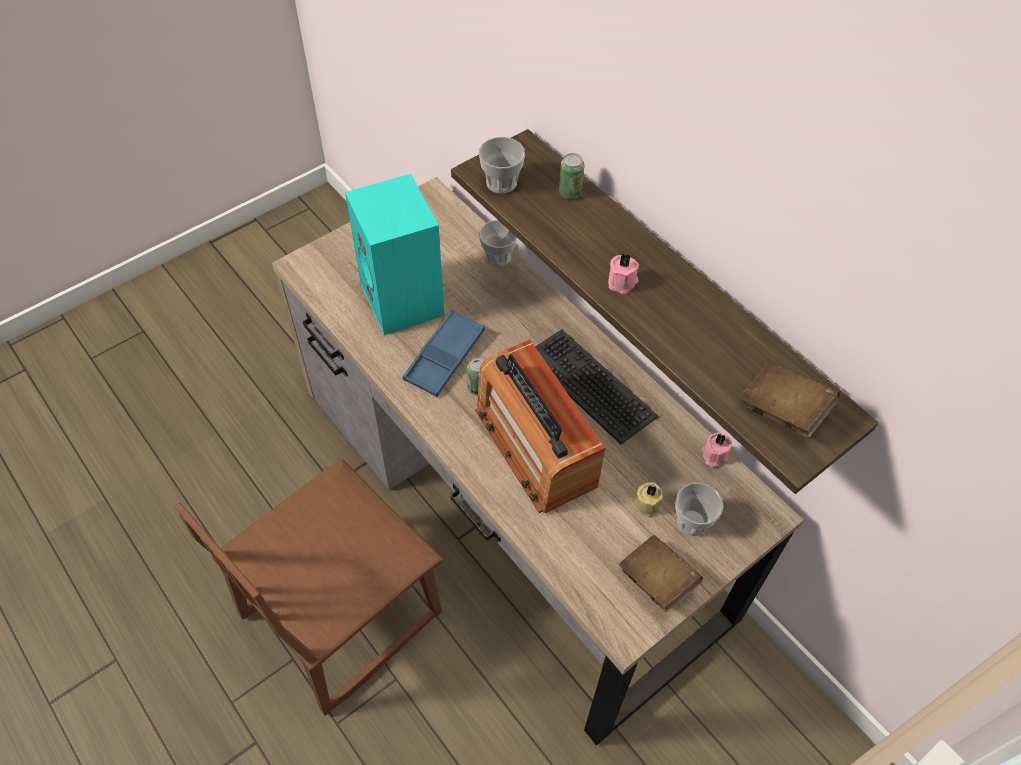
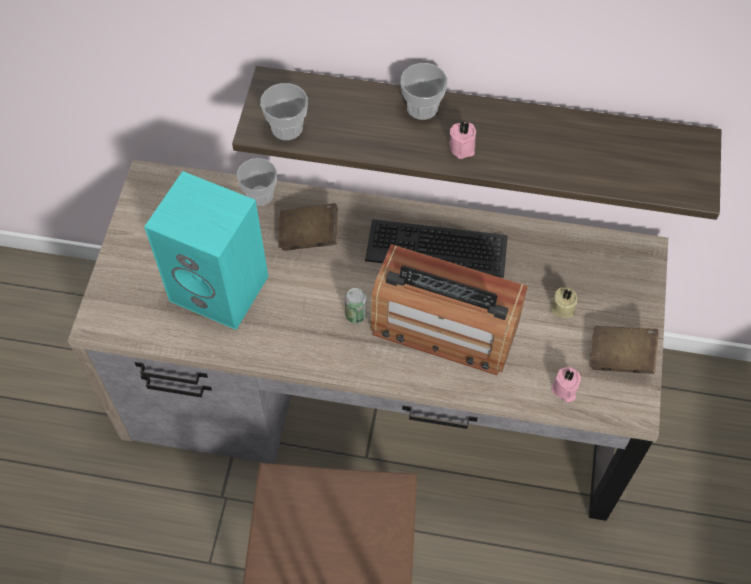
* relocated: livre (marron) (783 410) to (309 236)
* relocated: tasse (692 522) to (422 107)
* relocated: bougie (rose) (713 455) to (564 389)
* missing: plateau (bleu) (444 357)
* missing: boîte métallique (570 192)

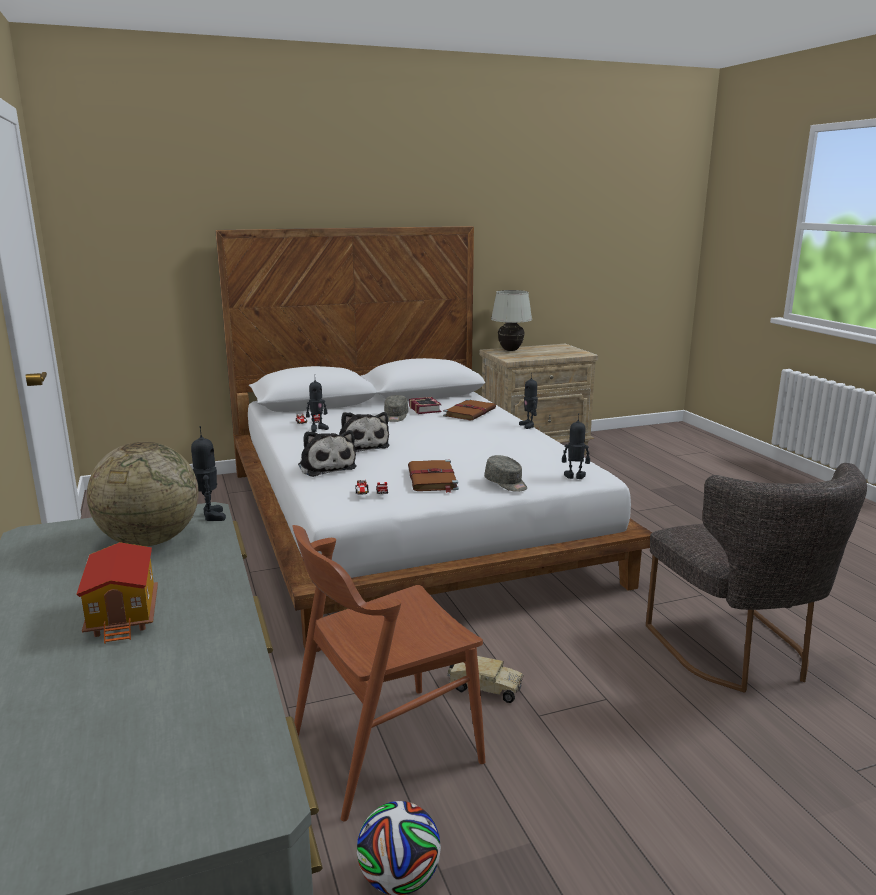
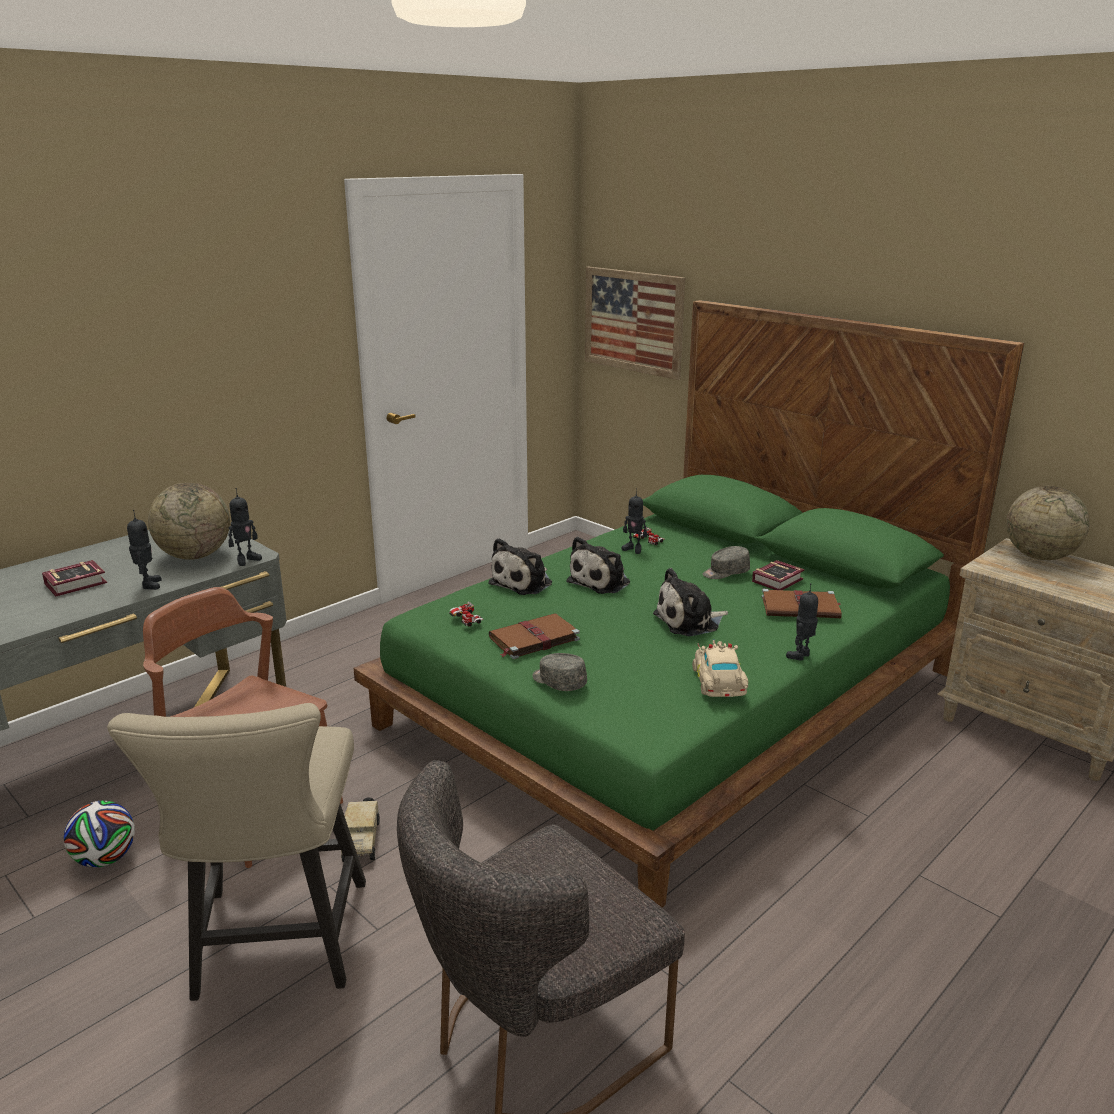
* exchanged: maison miniature (125 616) to livre (78 583)
* appeared: chaise (beige) (277 949)
* relocated: robot jouet (574 477) to (148 585)
* colour: lit (blanc) (409 522) to lit (vert) (675 699)
* spun: casquette (gris) (506 483) = (558 682) 105 degrees clockwise
* appeared: tableau (633 321)
* appeared: peluche (690 621)
* appeared: petite voiture (beige) (718 683)
* exchanged: lampe de table (blanc) (510 350) to globe (1039 557)

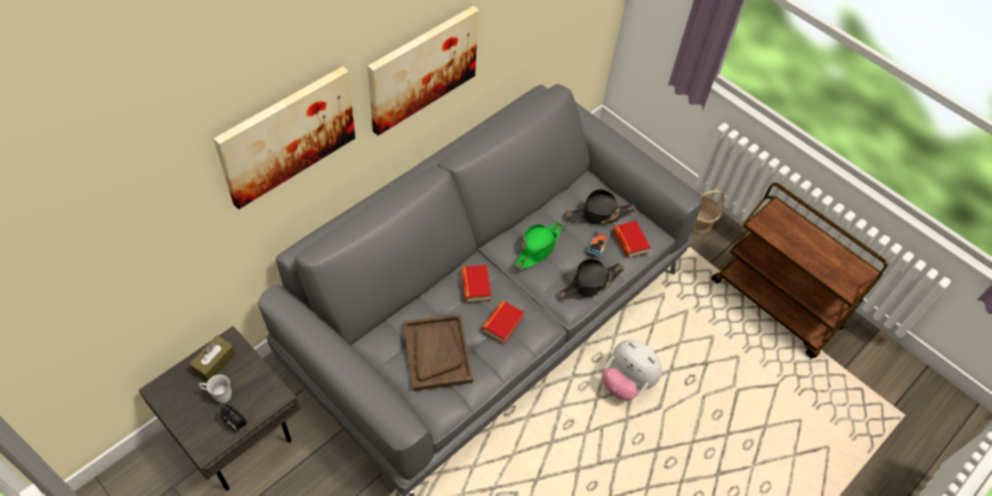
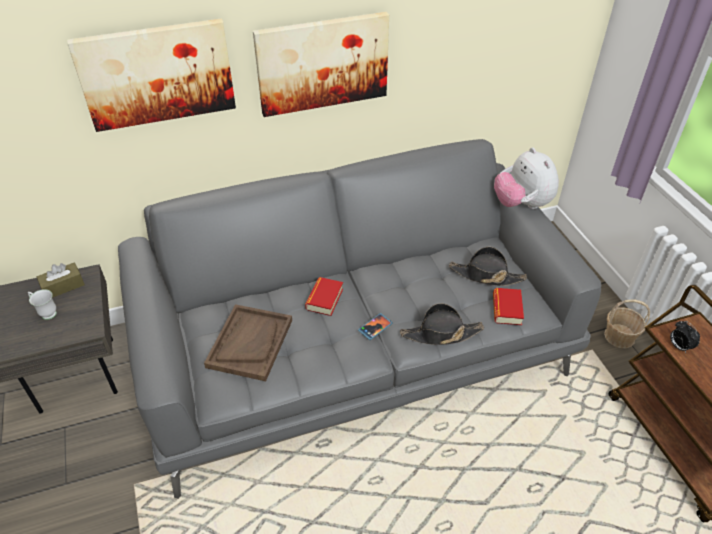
* relocated: téléphone (597 244) to (375 327)
* relocated: peluche (626 382) to (521 204)
* relocated: réveil (236 424) to (678 346)
* missing: livre (502 324)
* missing: chapeau (vert) (538 248)

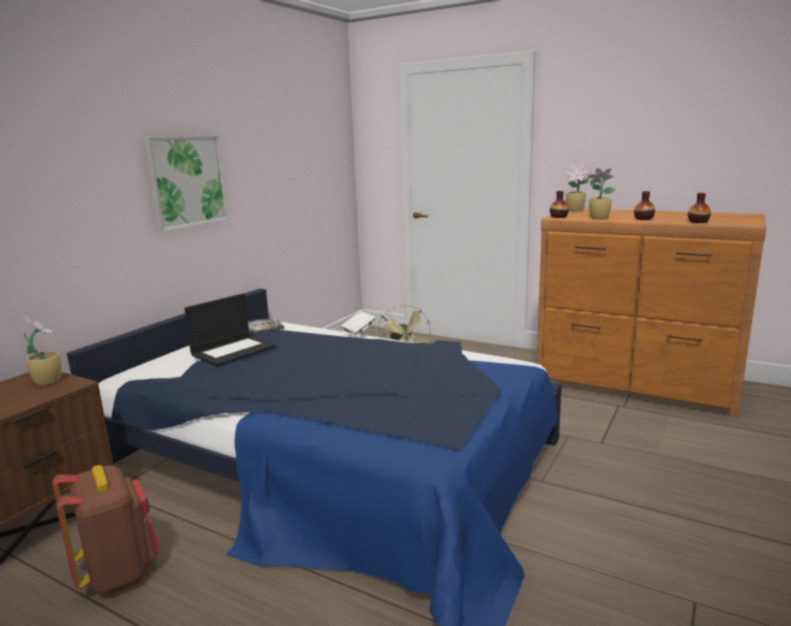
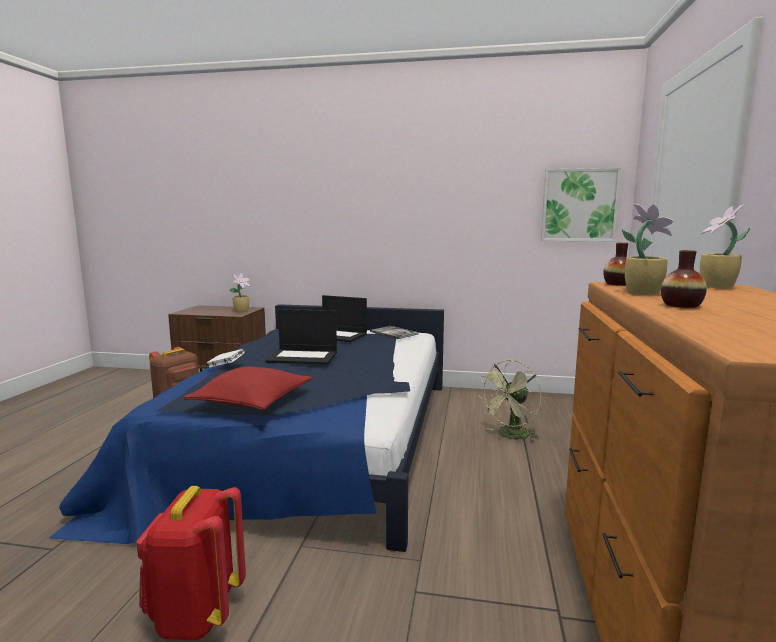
* appeared: sac à dos (rouge) (196 615)
* appeared: coussin (rouge) (252 401)
* relocated: livre (blanc) (358 331) to (226 366)
* appeared: ordinateur portable (303 357)
* relocated: tableau (187 181) to (579 205)
* missing: vase (698 222)

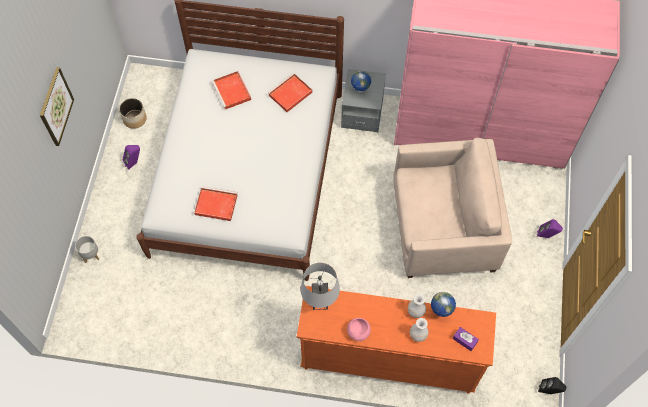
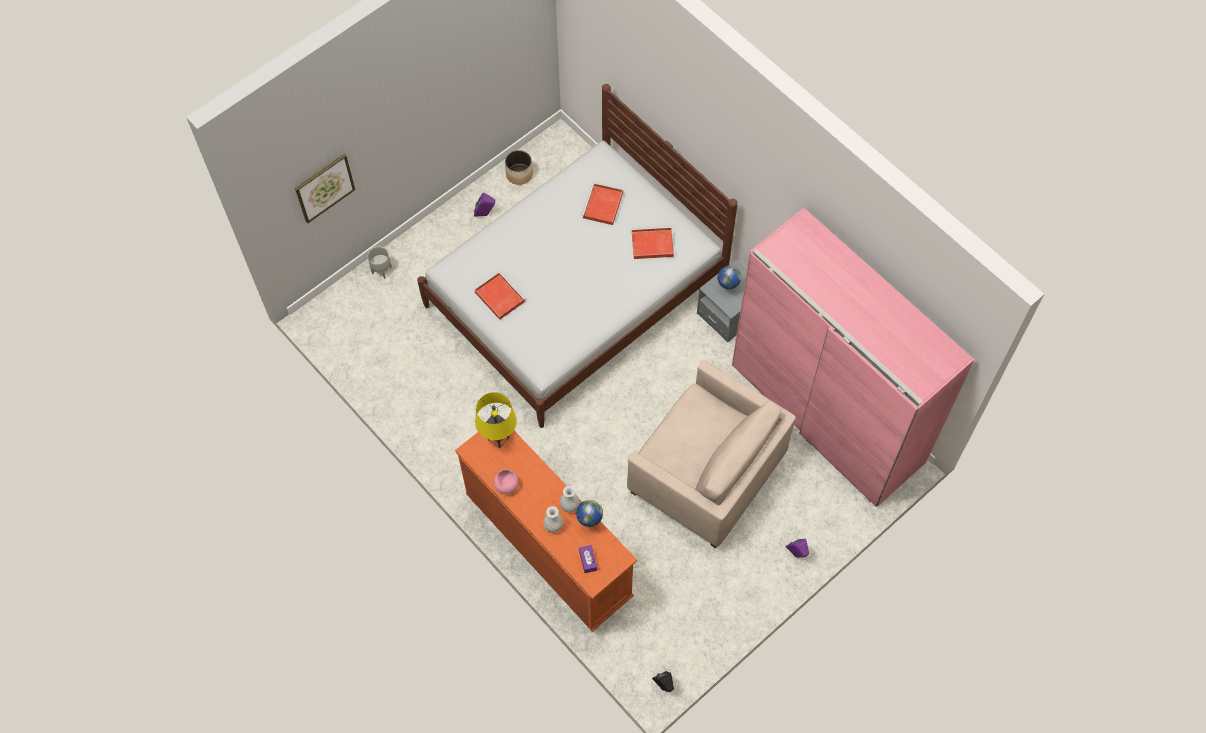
* relocated: tableau (56 106) to (324 187)
* colour: lampe de table (gris) (320 303) to lampe de table (jaune) (498 438)

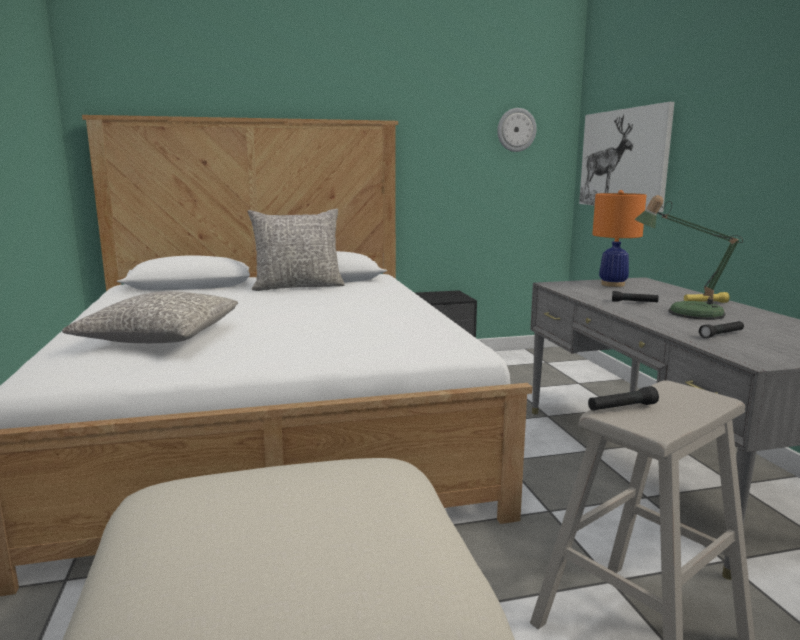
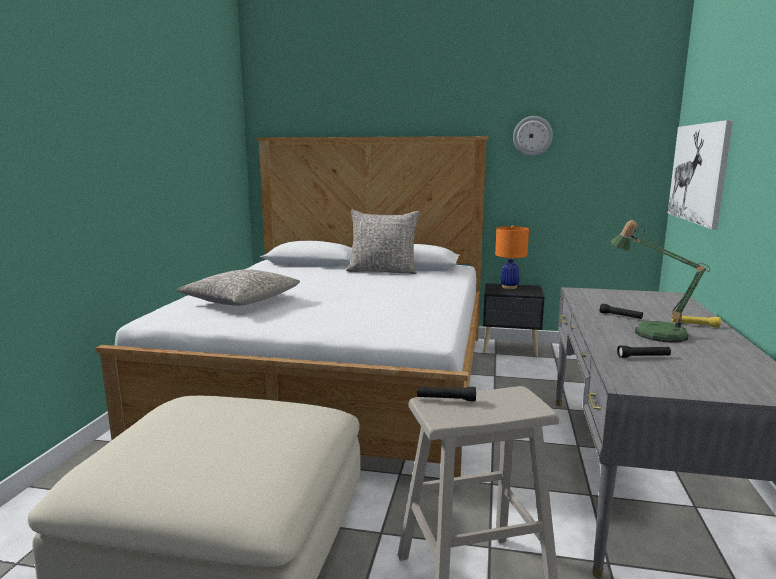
* relocated: lampe de table (orange) (612 284) to (509 287)
* relocated: horloge murale (516 130) to (532 136)

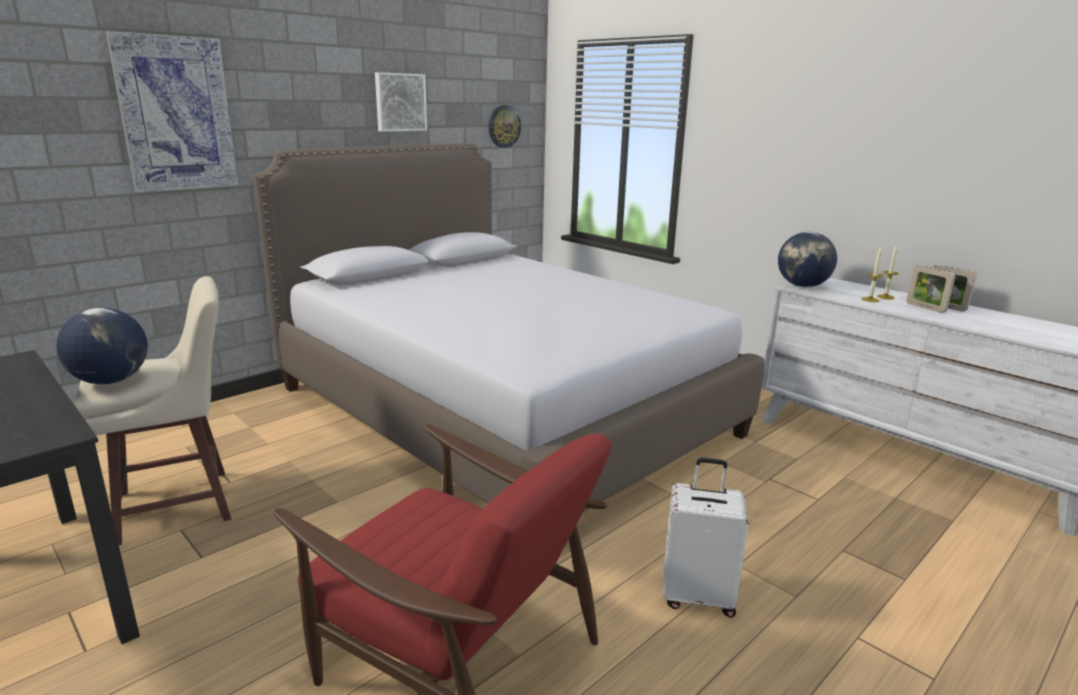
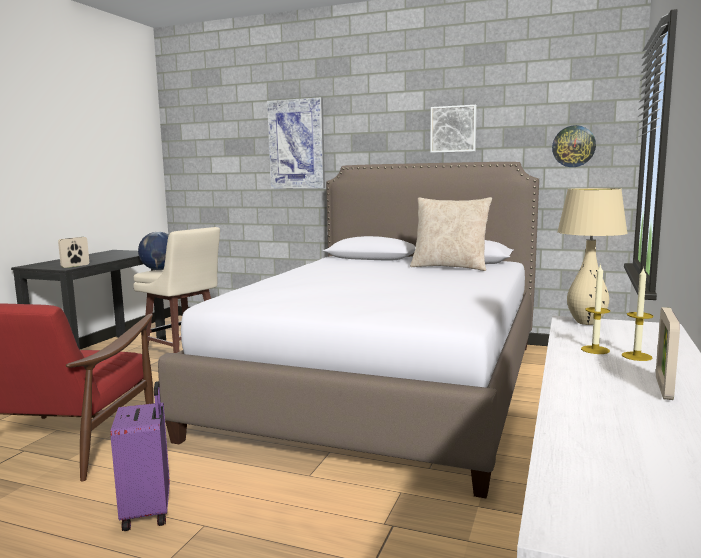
* relocated: cadre photo (925 308) to (75 266)
* colour: valise (blanc) (698 596) to valise (violet) (148 511)
* appeared: coussin (beige) (450 267)
* exchanged: globe (803 286) to lampe de table (beige) (586 322)

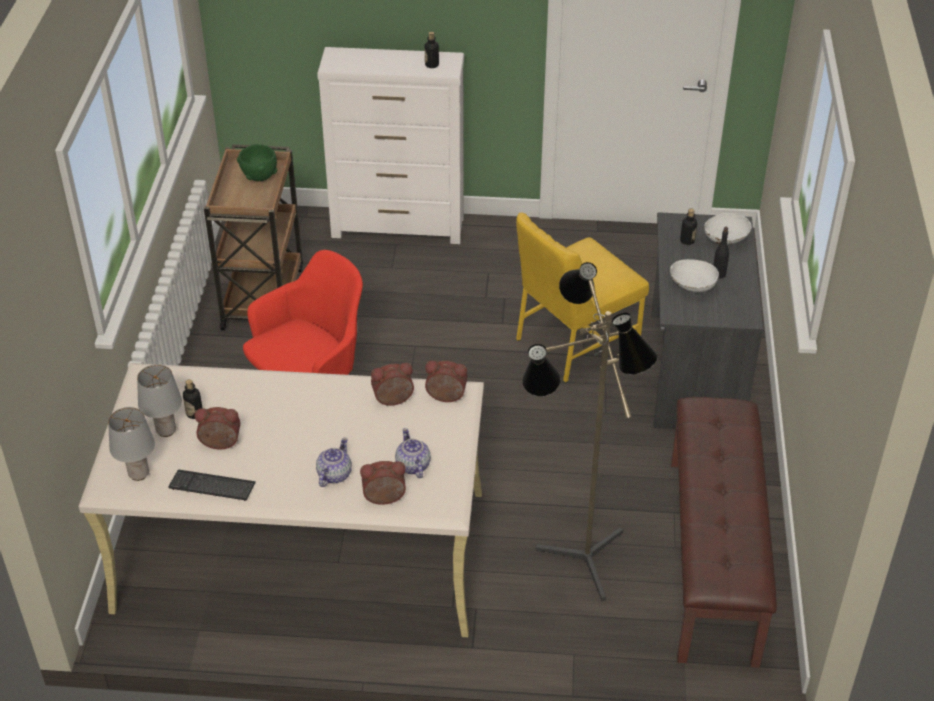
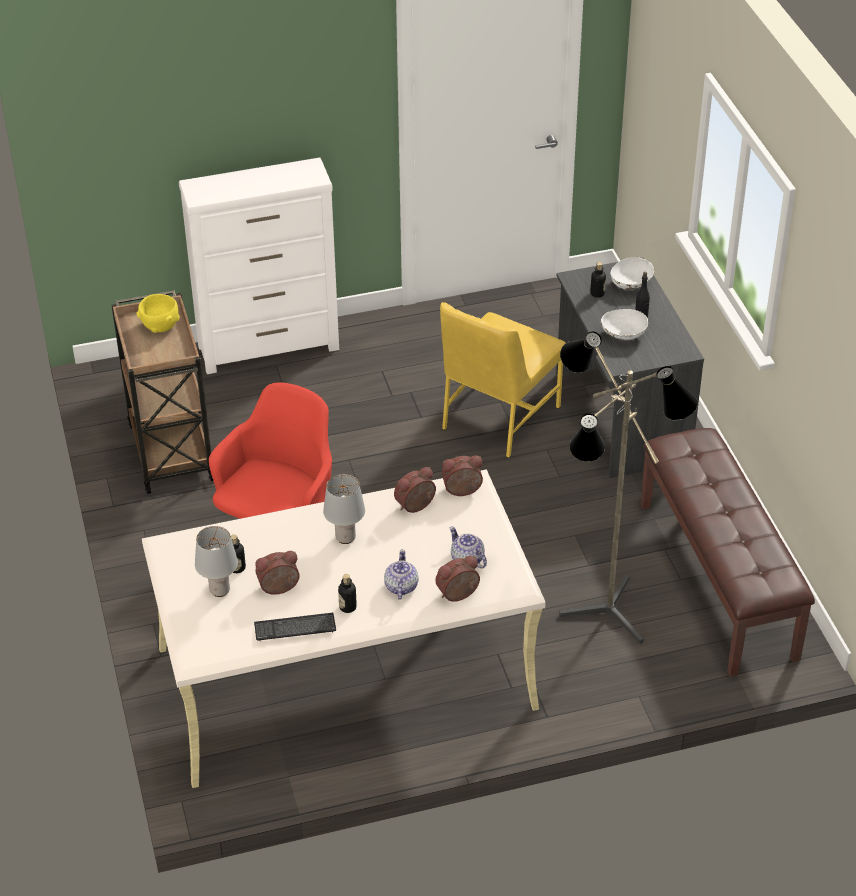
* colour: bol (vert) (259 176) to bol (jaune) (160 326)
* relocated: lampe de table (gris) (139 474) to (346 538)
* relocated: bouteille (431 65) to (347 607)

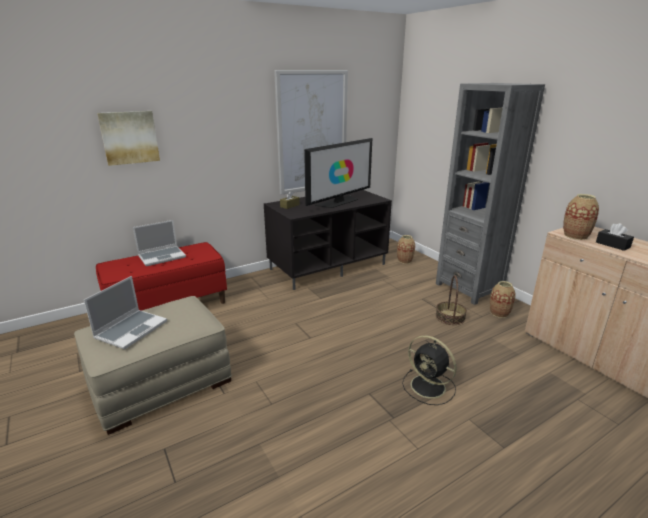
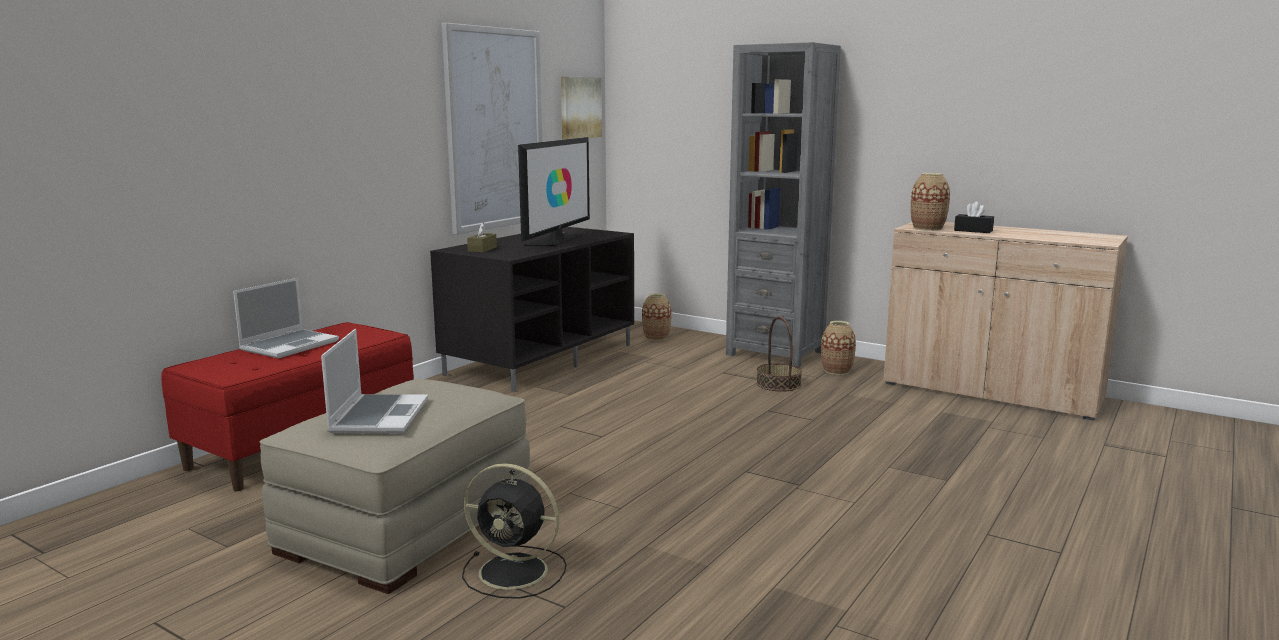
* relocated: ventilateur (noir) (429 387) to (516 572)
* relocated: tableau (129 137) to (579 107)

